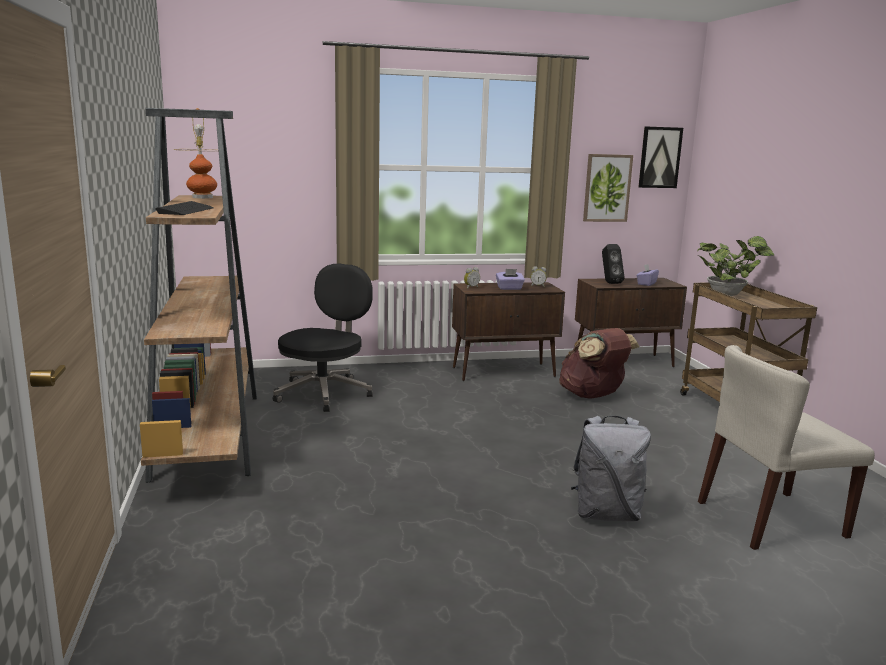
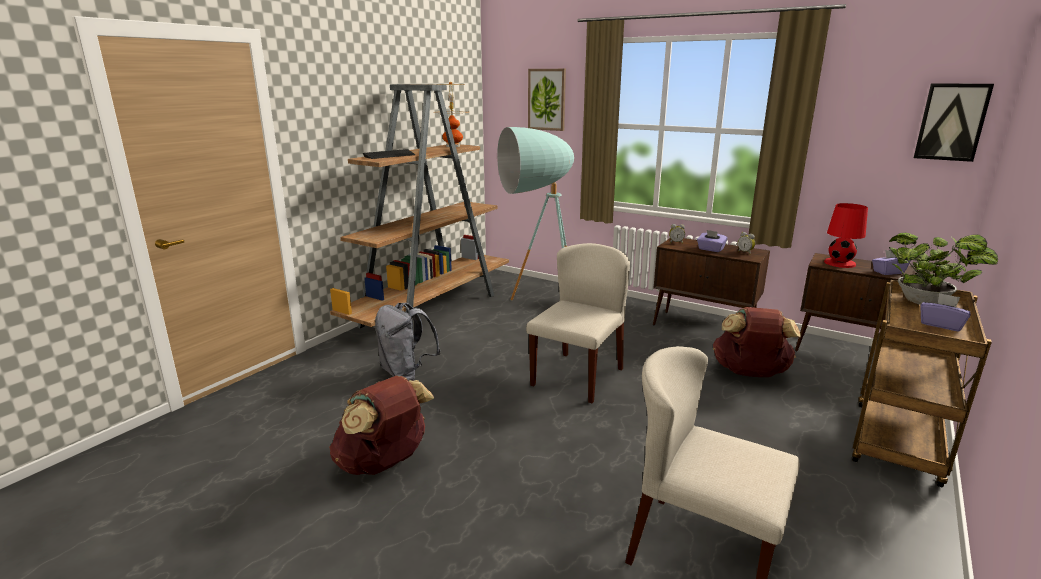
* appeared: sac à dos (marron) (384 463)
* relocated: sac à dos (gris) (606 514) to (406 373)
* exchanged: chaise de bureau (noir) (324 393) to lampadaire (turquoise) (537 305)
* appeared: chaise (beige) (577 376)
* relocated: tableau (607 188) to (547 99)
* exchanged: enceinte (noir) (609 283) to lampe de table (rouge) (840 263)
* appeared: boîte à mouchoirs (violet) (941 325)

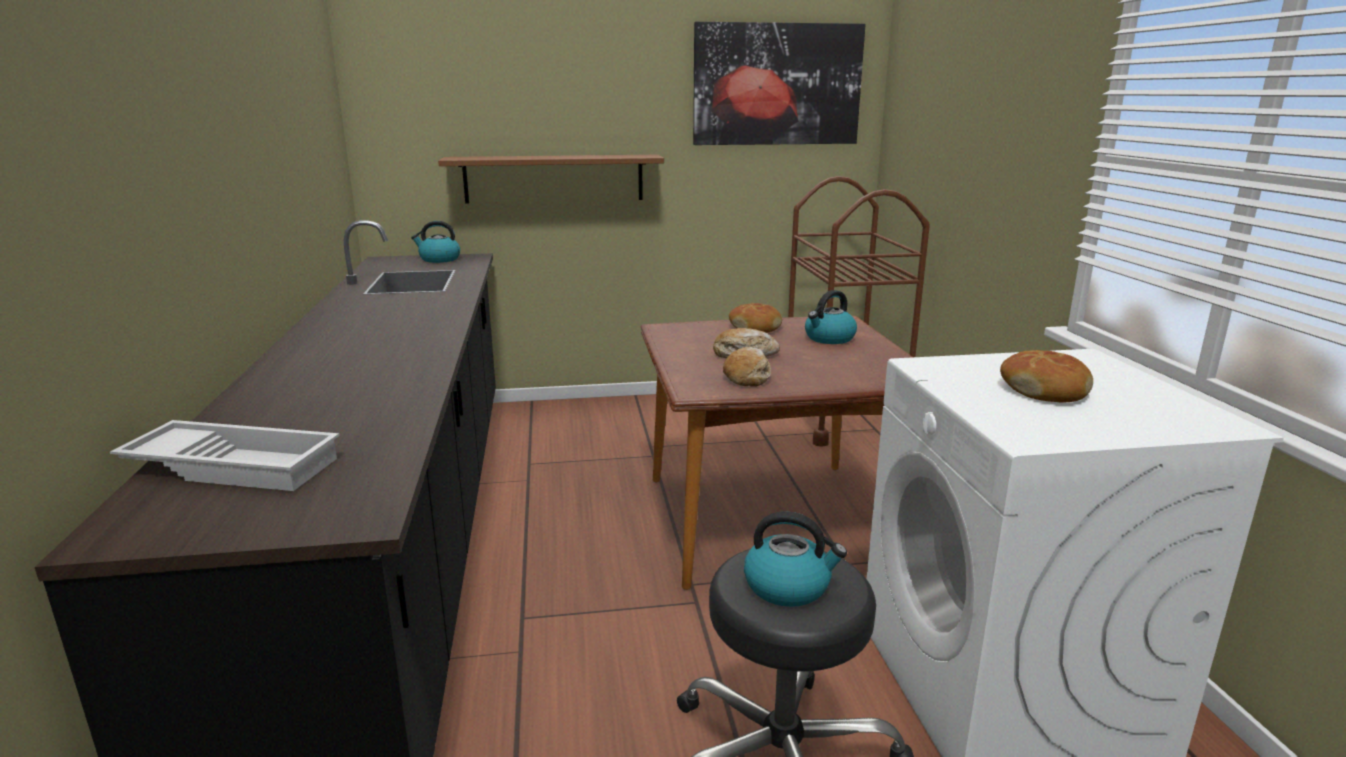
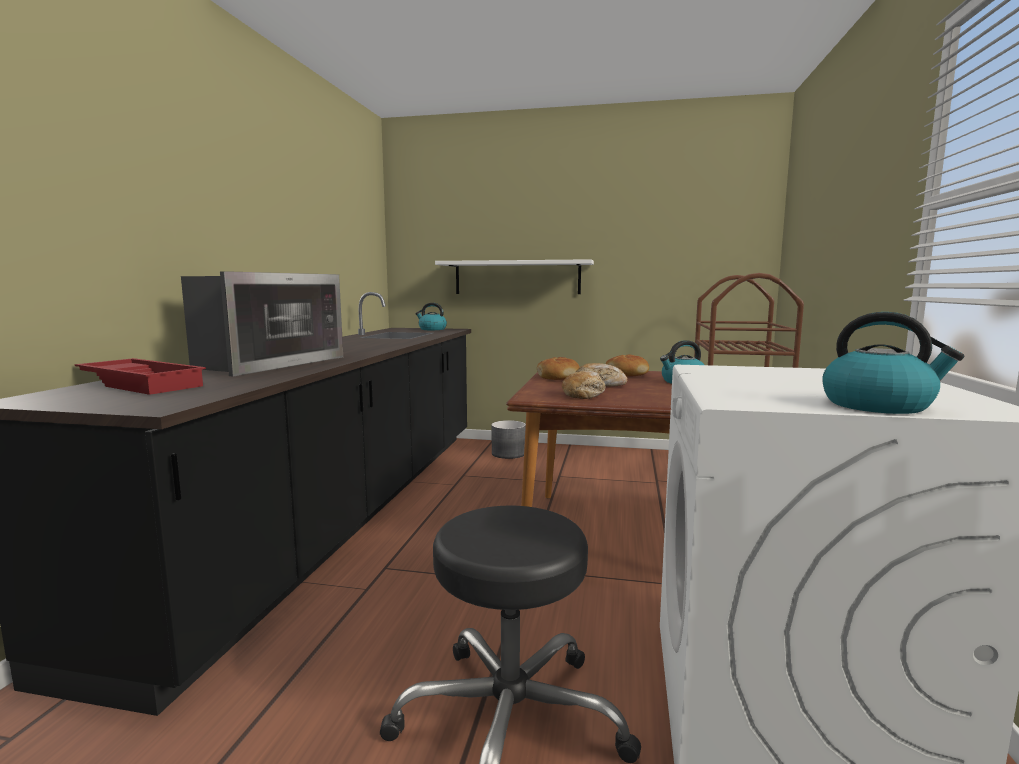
* colour: plateau (blanc) (236 465) to plateau (rouge) (144 384)
* appeared: micro-ondes (266 363)
* colour: étagère (marron) (554 178) to étagère (blanc) (517 277)
* appeared: cache-pot (gris) (509 453)
* relocated: pain (1044 390) to (558 377)
* relocated: bouilloire (788 586) to (878 405)
* missing: tableau (777 85)

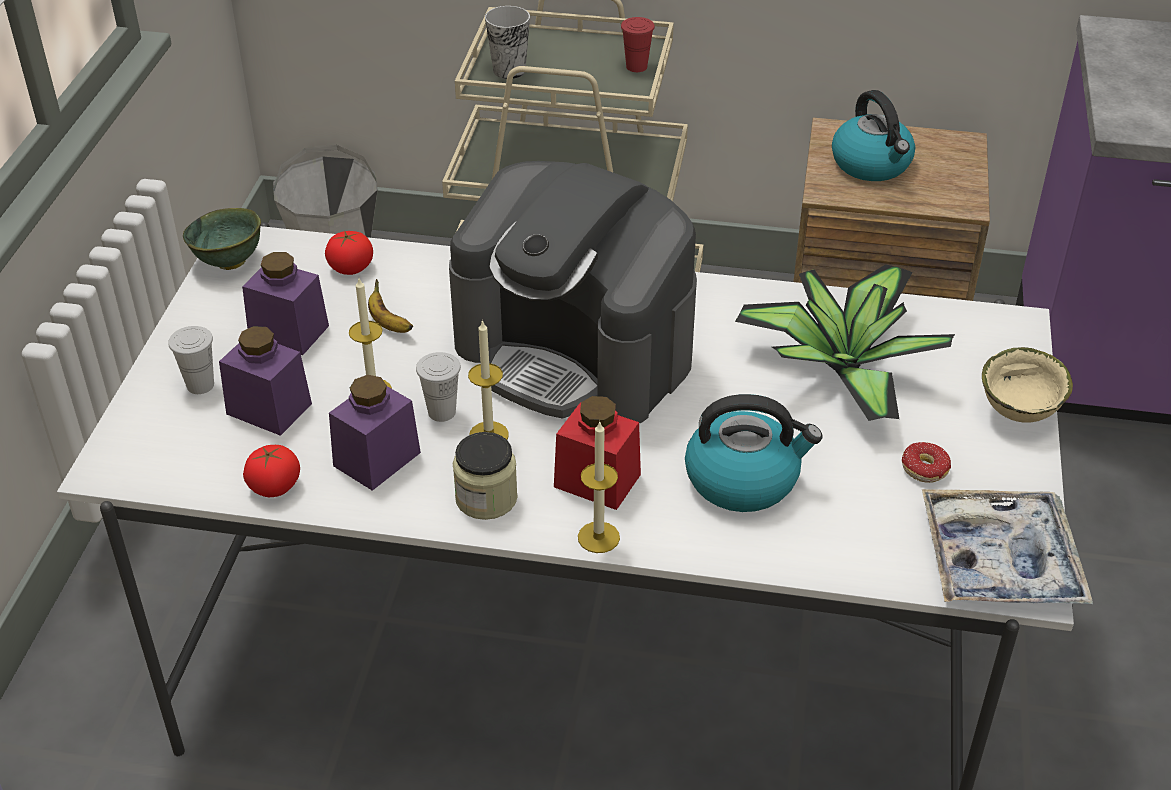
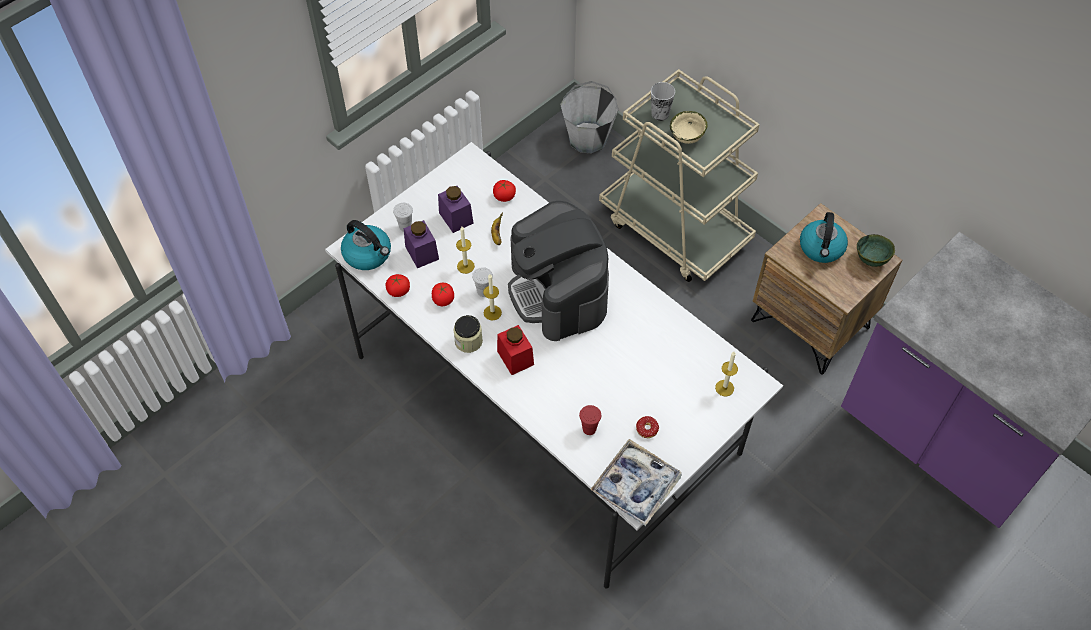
* relocated: bouilloire (744 479) to (368 254)
* exchanged: bocal (violet) (377 459) to tomate (443 300)
* relocated: tasse (rouge) (636 67) to (589 429)
* relocated: bol (beige) (1020 413) to (687 138)
* relocated: bougie (598 537) to (724 388)
* relocated: bol (vert) (228 263) to (871 260)
* missing: plante en pot (841 366)

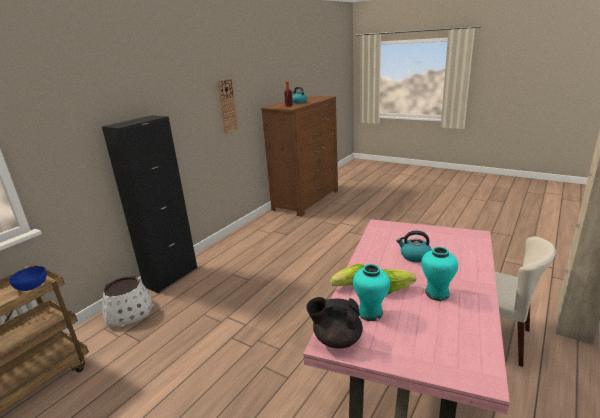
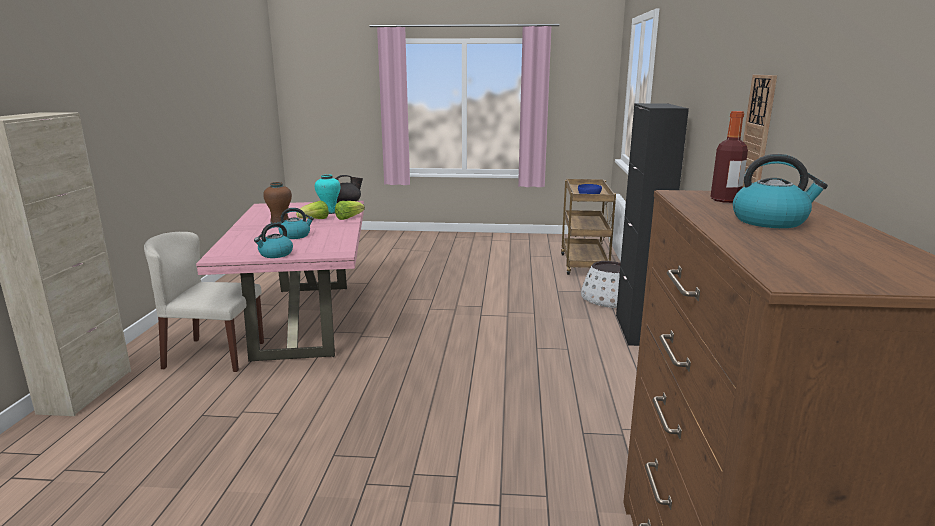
* appeared: bouilloire (275 254)
* colour: vase (turquoise) (437 293) to vase (marron) (280 222)

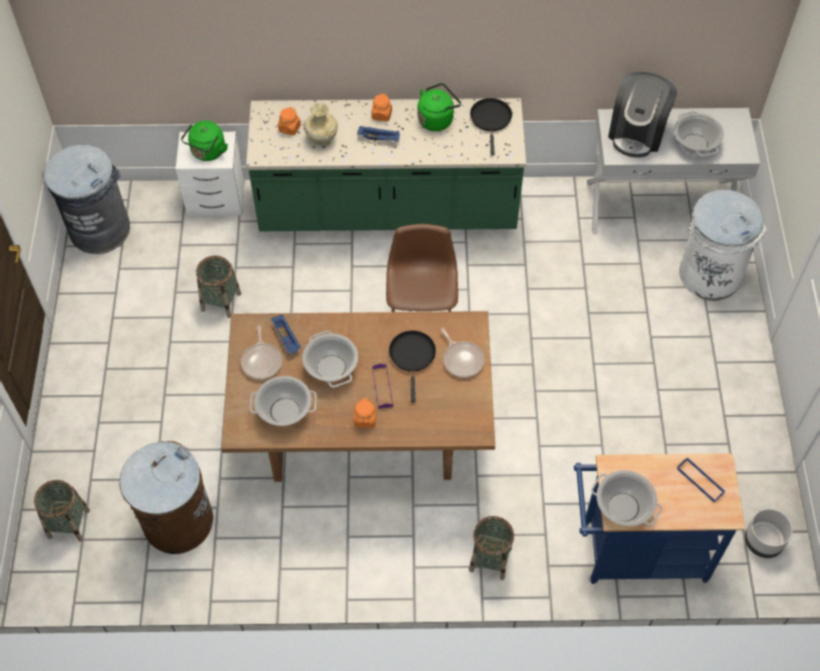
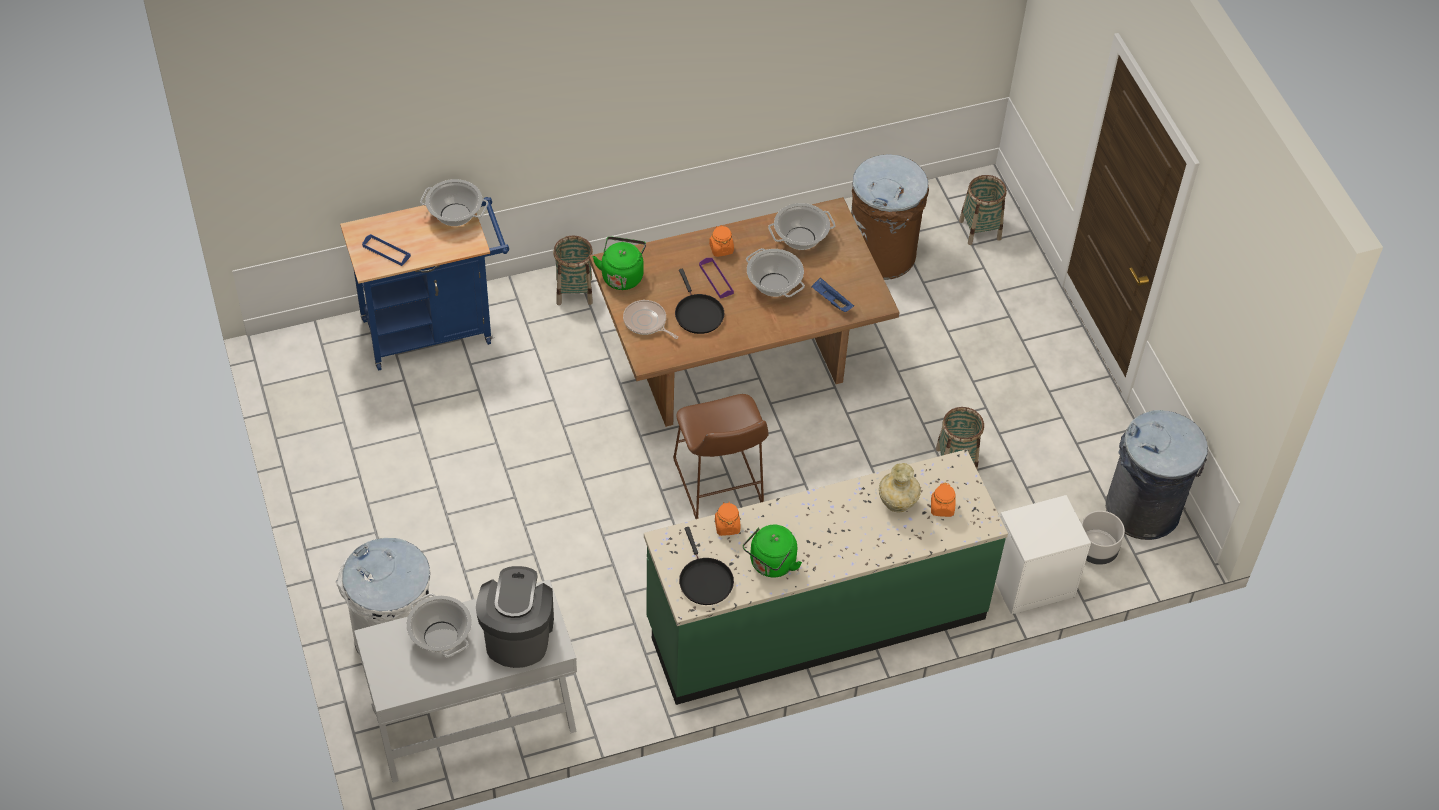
* relocated: bouilloire (vert) (207 152) to (622 275)
* relocated: bocal (orange) (381 115) to (727 526)
* relocated: cache-pot (gris) (763 542) to (1096 550)
* missing: poêle (262 361)
* missing: plateau (bleu) (379 138)

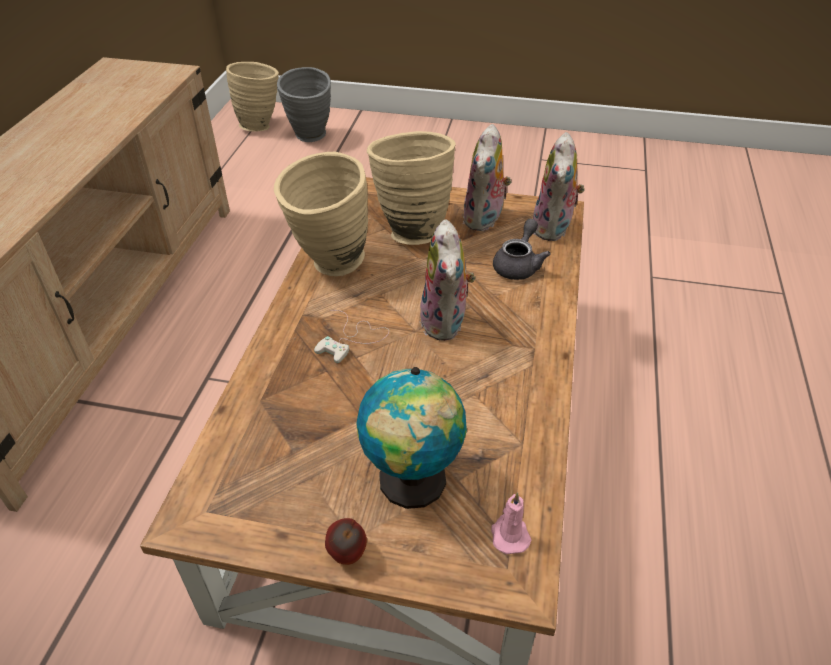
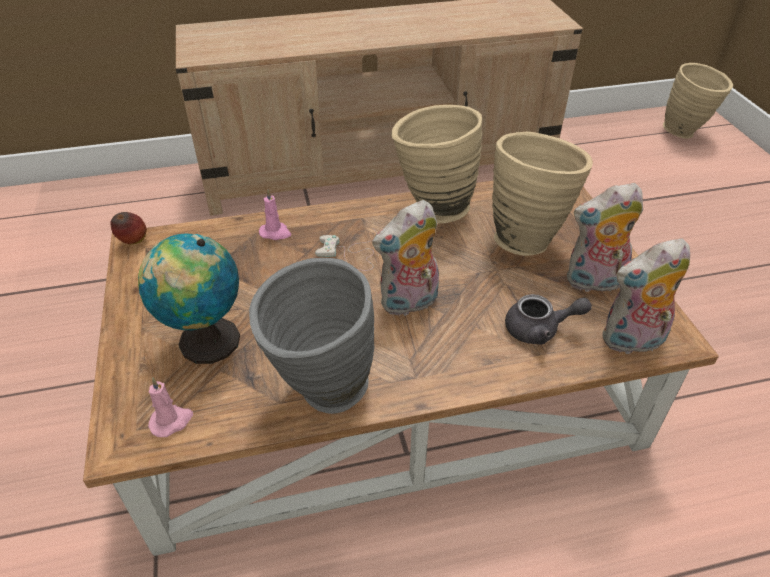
* relocated: pomme (347 555) to (133 242)
* relocated: vase (gris) (310 138) to (320 394)
* appeared: bougie (rose) (275 233)

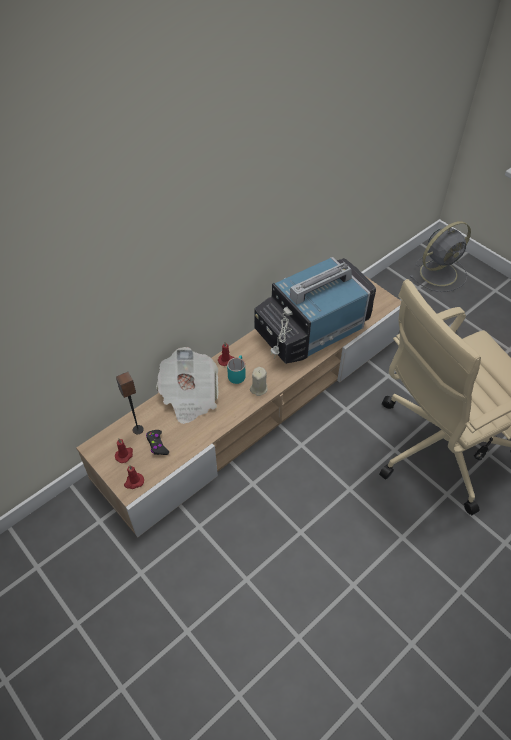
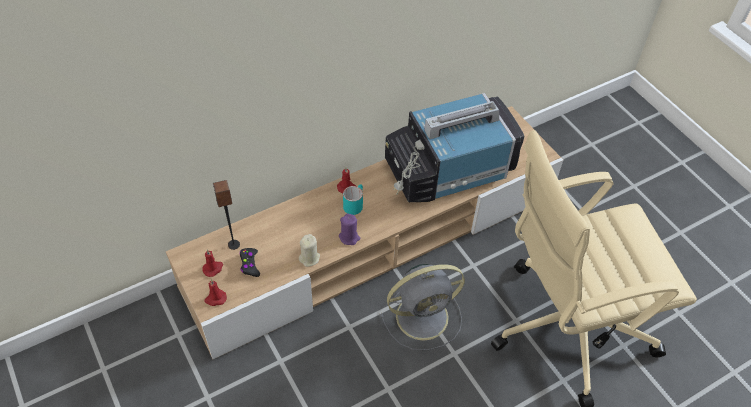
* relocated: bougie (beige) (259 388) to (309 258)
* appeared: bougie (violet) (349 237)
* relocated: ventilateur (gris) (439 272) to (424 316)
* missing: journal (189 396)

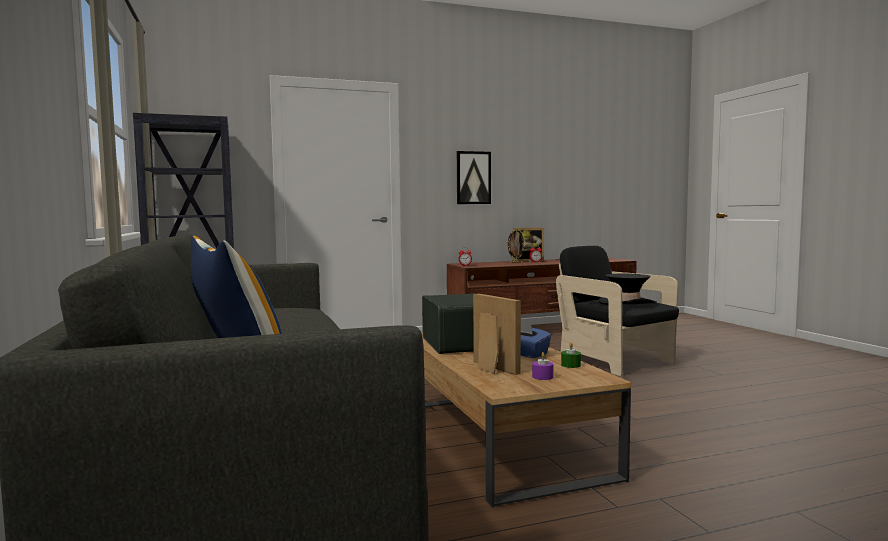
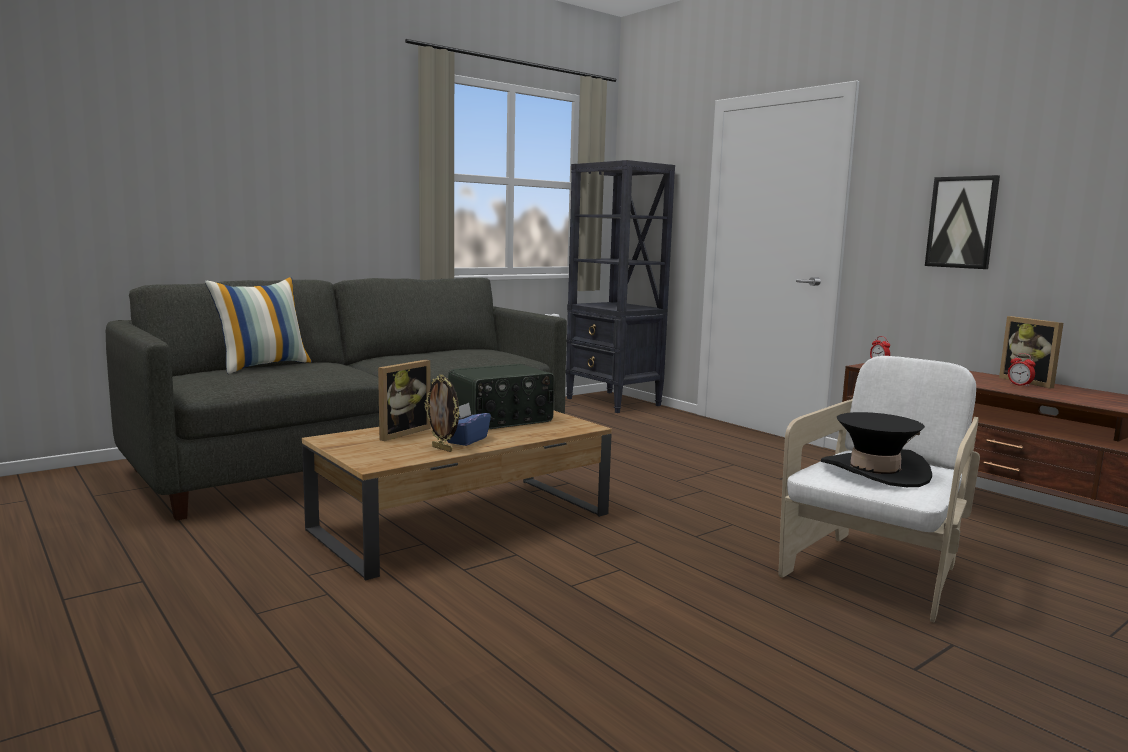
* relocated: cadre photo (515 262) to (443 449)
* colour: fauteuil (noir) (614 361) to fauteuil (blanc) (875 572)
* missing: bougie (violet) (542 377)
* missing: bougie (vert) (570 365)

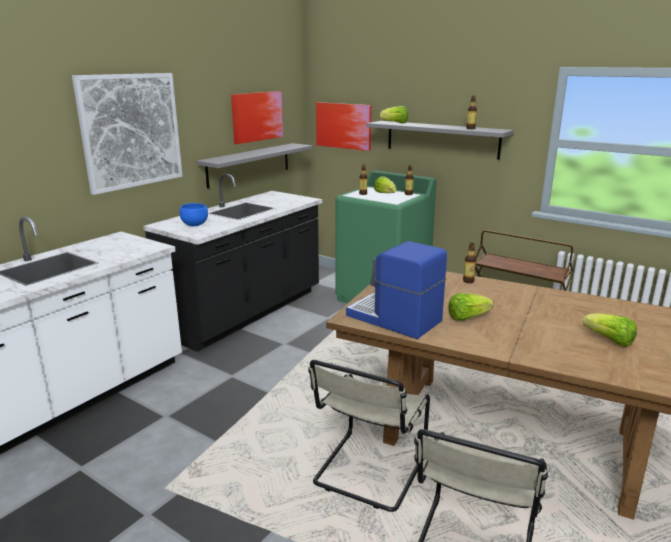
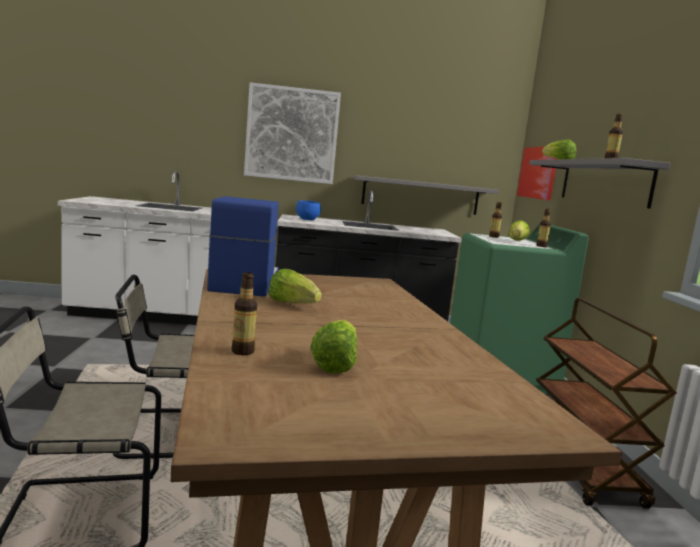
* relocated: bouteille (468 281) to (243 351)
* missing: tableau (257 116)

